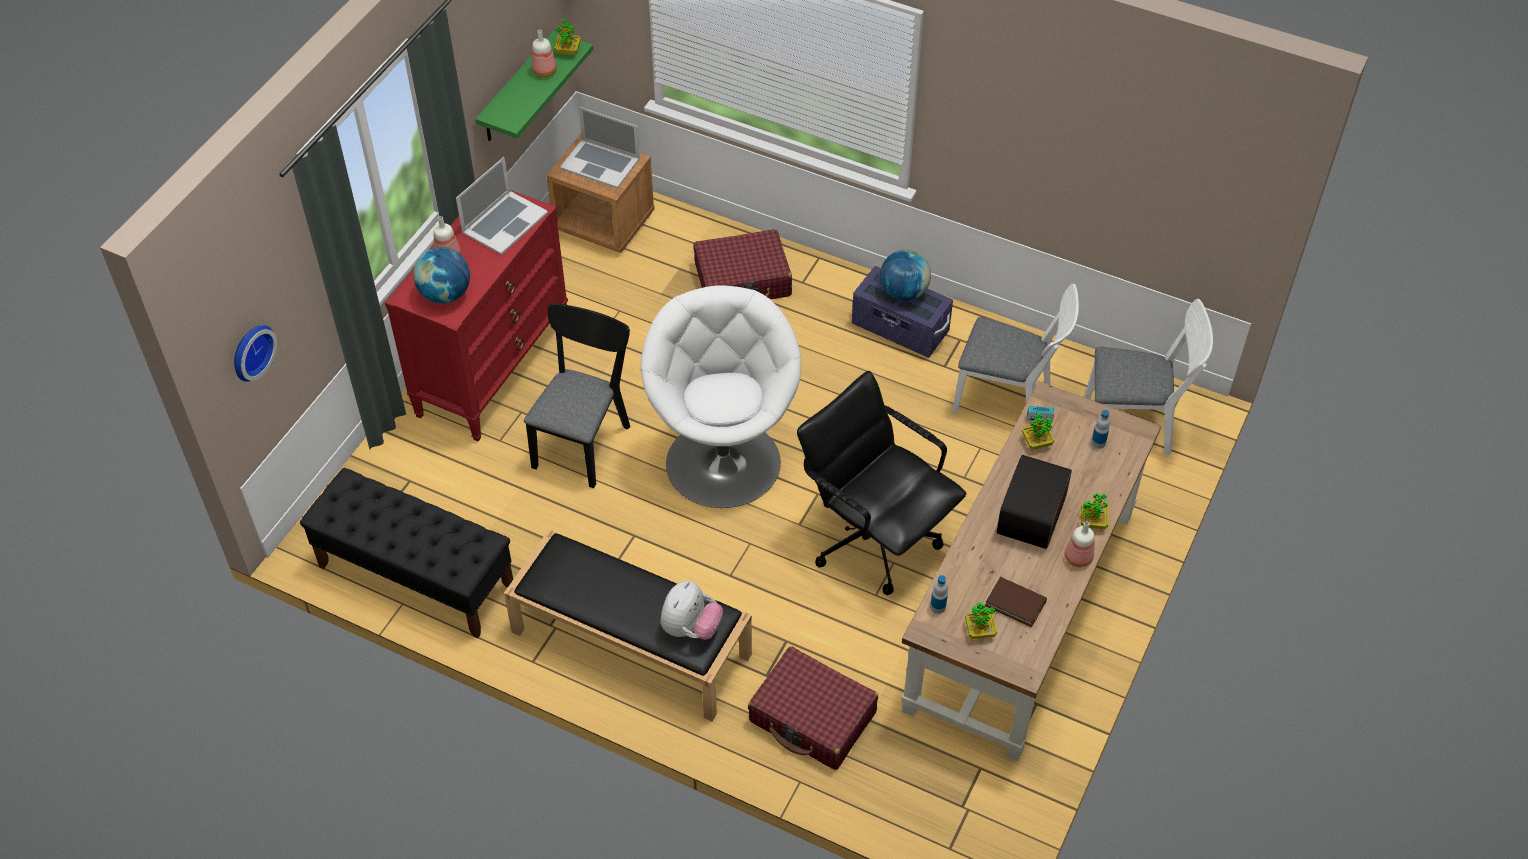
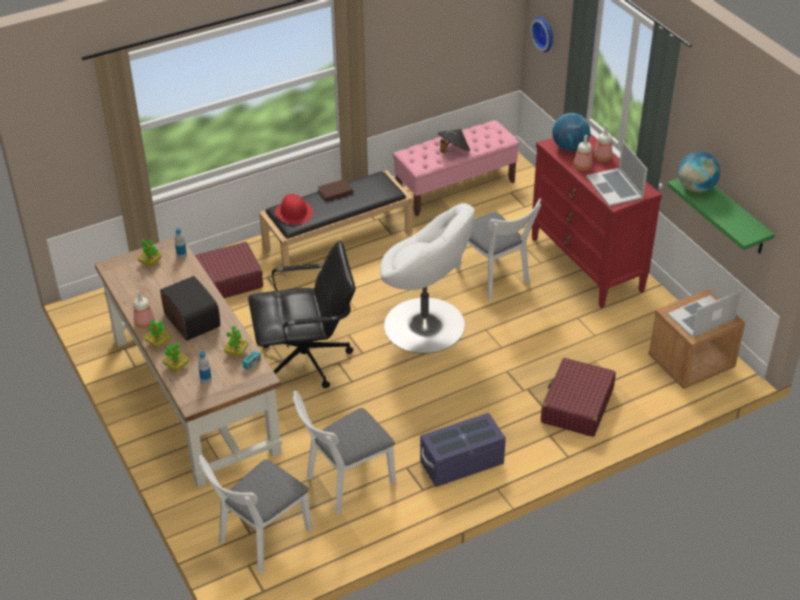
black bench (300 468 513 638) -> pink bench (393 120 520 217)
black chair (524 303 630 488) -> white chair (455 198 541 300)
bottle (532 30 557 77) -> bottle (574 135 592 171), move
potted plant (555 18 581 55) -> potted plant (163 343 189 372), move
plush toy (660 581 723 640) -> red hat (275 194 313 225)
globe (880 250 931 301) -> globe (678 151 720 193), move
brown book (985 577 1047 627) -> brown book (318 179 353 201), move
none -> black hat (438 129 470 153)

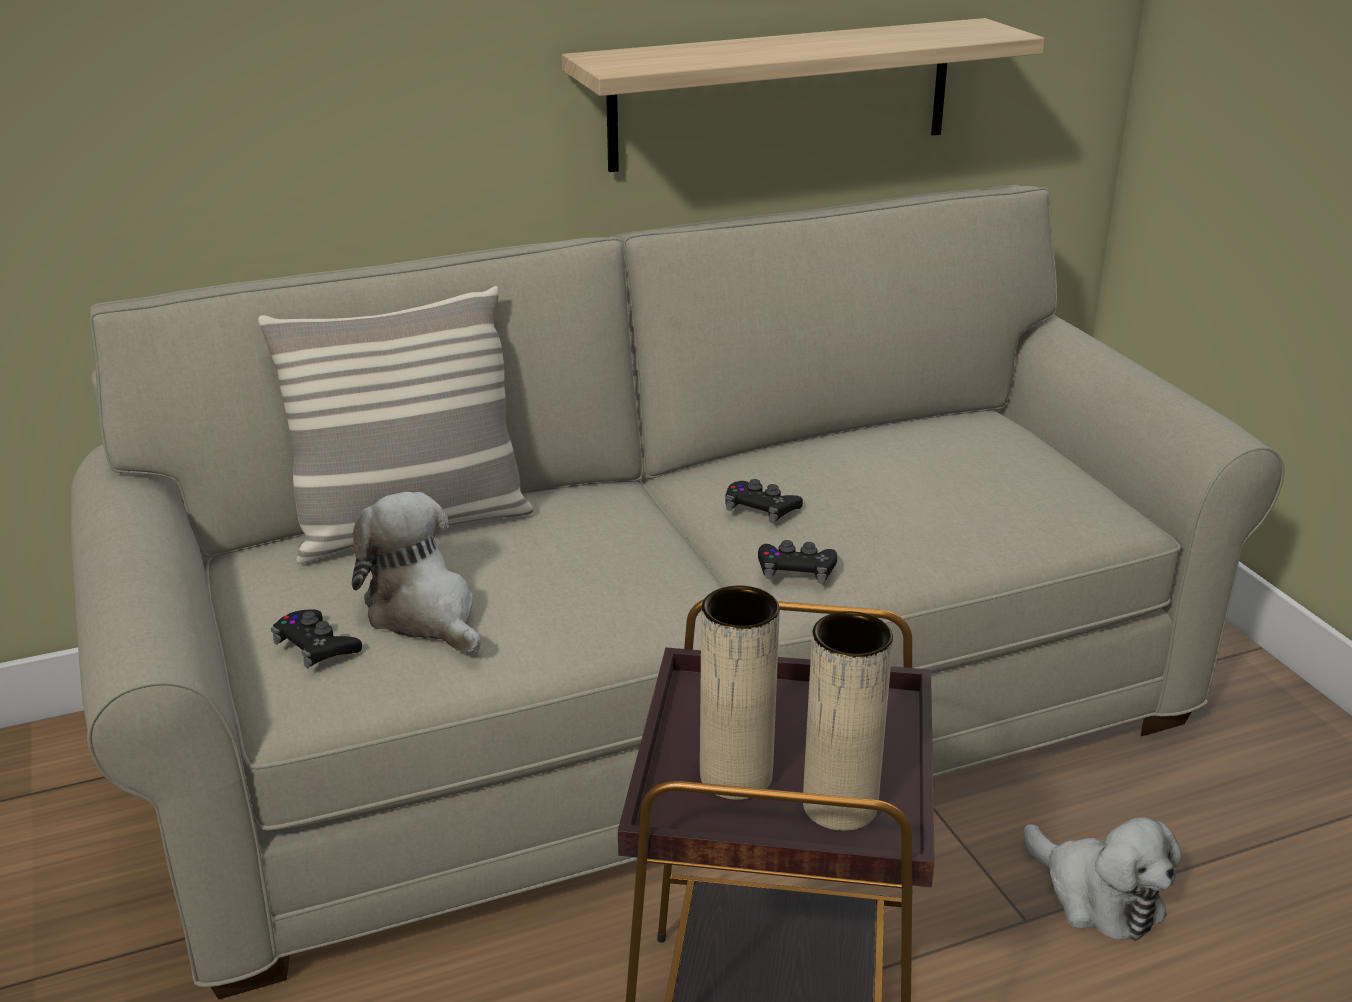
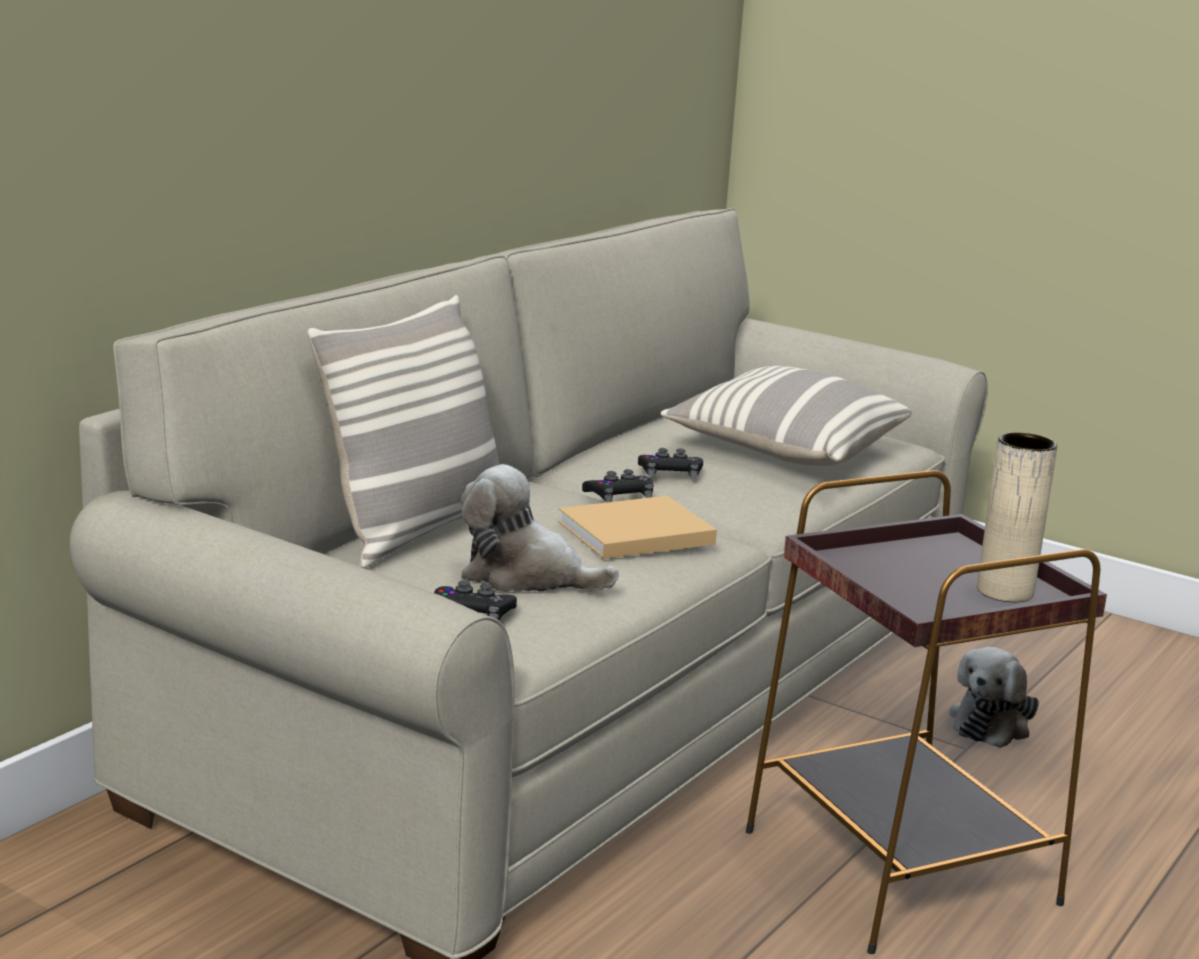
shelf (562 18 1045 172) -> none
beige vase (700 586 780 800) -> none
black game controller (758 540 837 584) -> black game controller (582 469 653 502), move
plush toy (1024 817 1182 941) -> plush toy (949 647 1039 748), 105 degrees clockwise
none -> beige book (558 496 717 559)
none -> pillow (661 366 912 466)

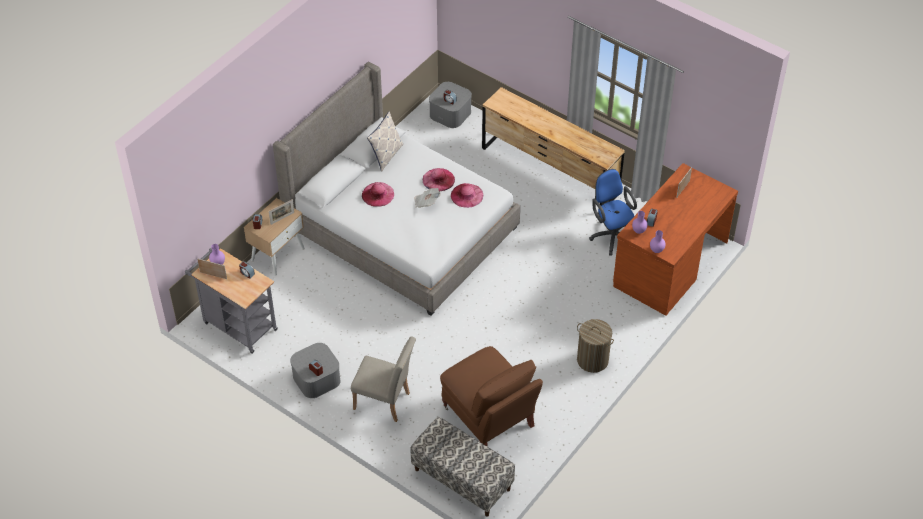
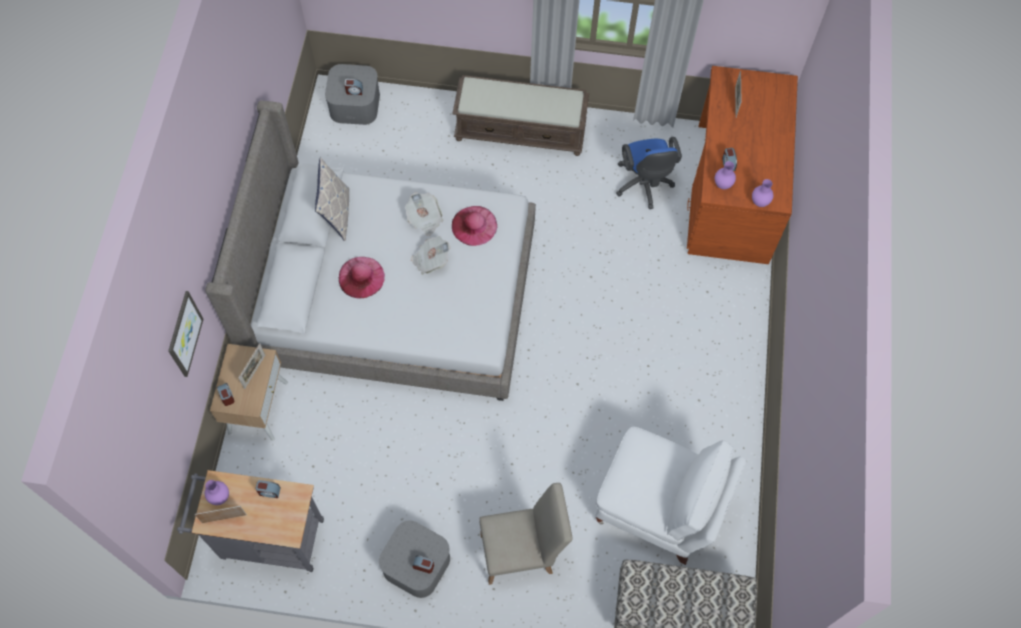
pink hat (423 168 455 191) -> newspaper (405 192 444 236)
brown armchair (440 346 543 447) -> white armchair (595 427 746 565)
brown dresser (482 87 625 205) -> brown bench (452 75 589 156)
laundry basket (577 319 614 373) -> none
blue office chair (589 169 637 256) -> blue office chair (616 137 682 209), 135 degrees counterclockwise
none -> picture (168 291 203 377)

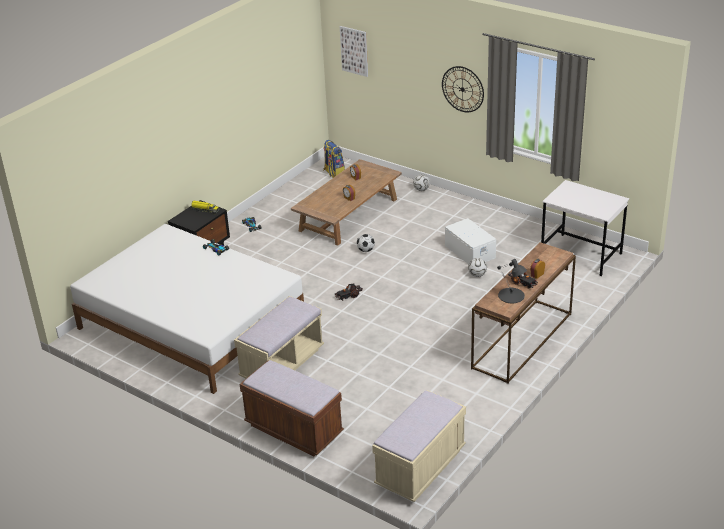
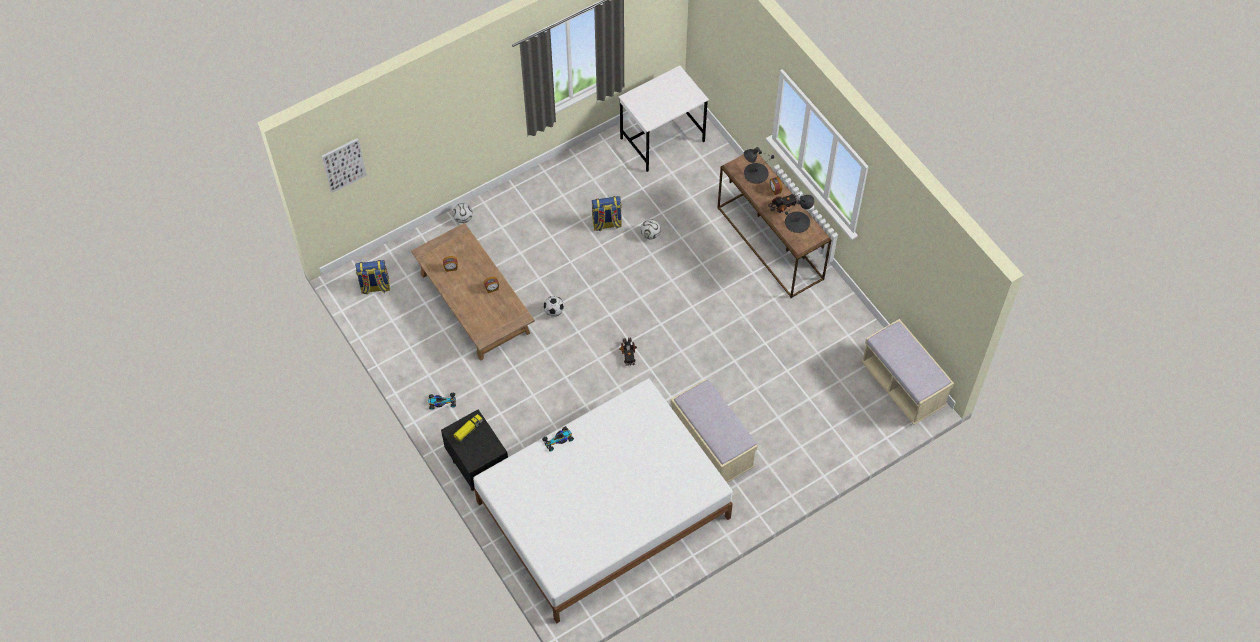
brown bench (240 360 344 456) -> none
wall clock (442 66 484 112) -> none
white storage box (445 218 496 264) -> backpack (592 196 622 232)
none -> black table lamp (744 147 774 184)

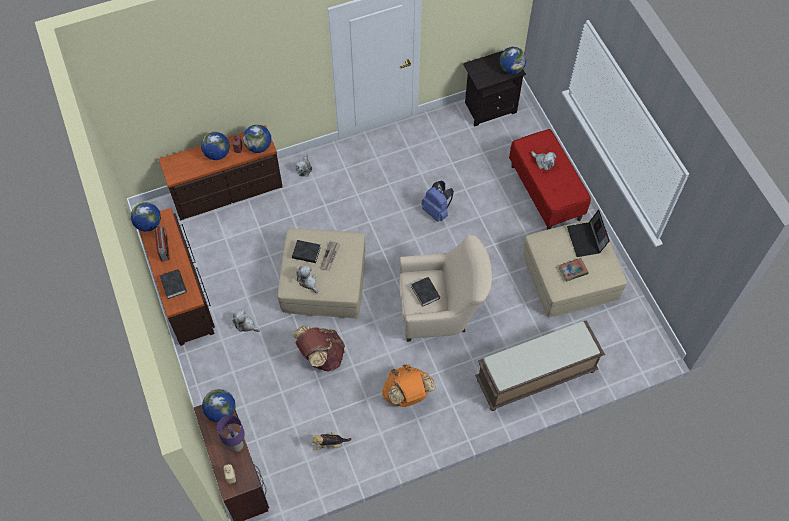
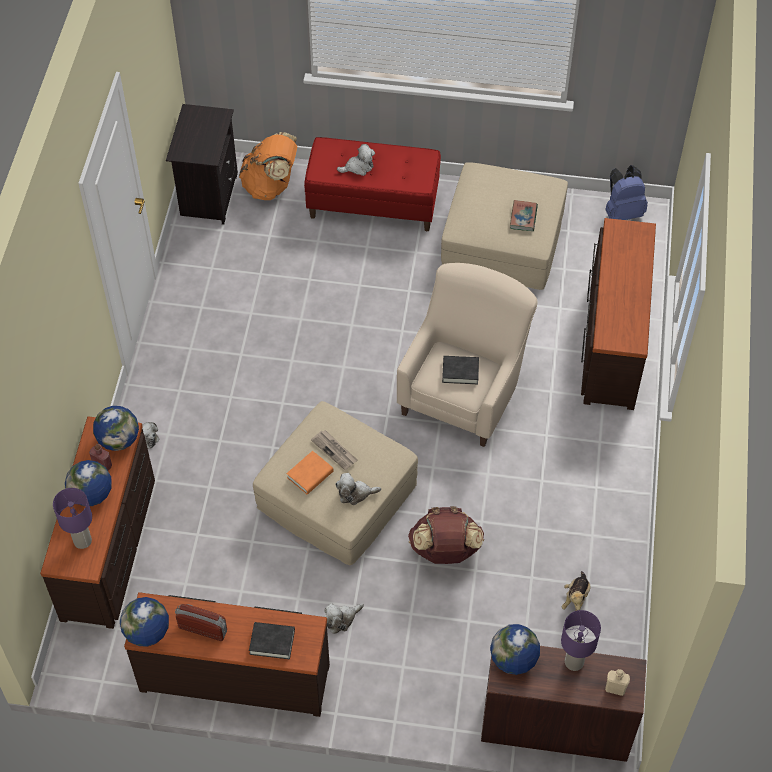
black book (292 240 321 263) -> orange book (286 451 334 495)
orange backpack (382 364 435 407) -> orange backpack (239 132 297 200), move
blue backpack (421 181 454 222) -> blue backpack (605 165 648 220), move
brown bench (475 320 605 411) -> brown dresser (581 218 656 410)
globe (500 47 527 74) -> none
laptop (567 210 610 257) -> none
none -> purple table lamp (53 488 92 549)

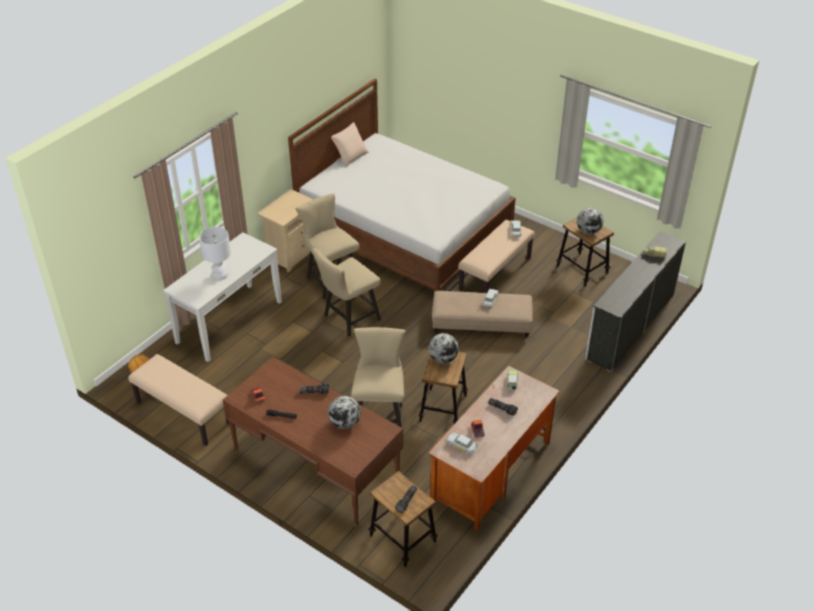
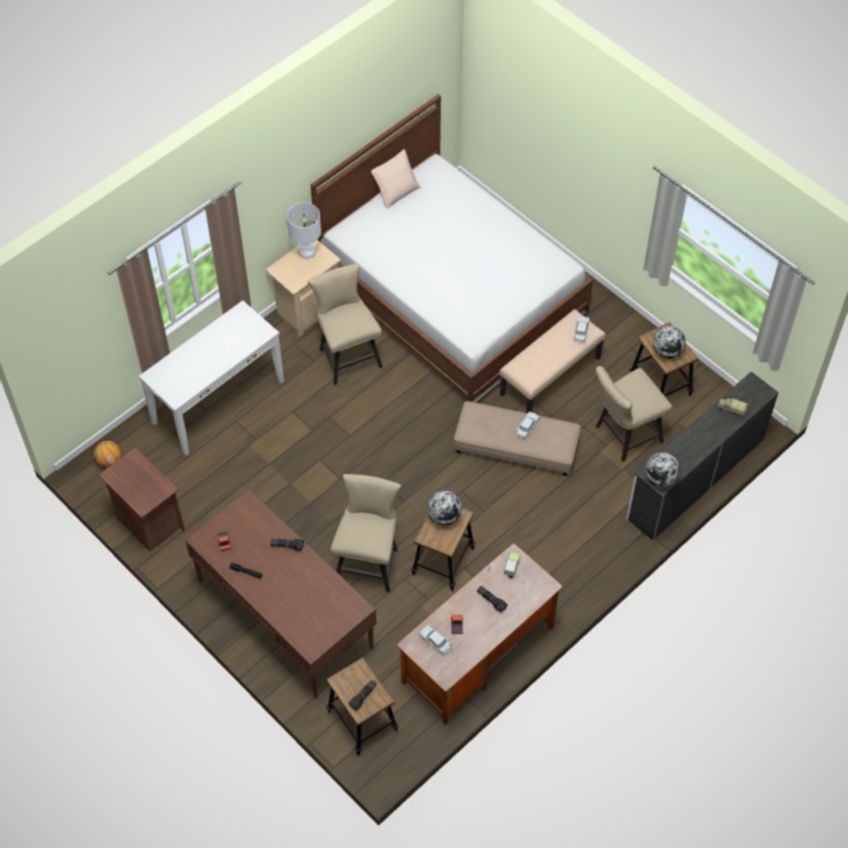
beige bench (128 354 229 446) -> brown nightstand (99 448 185 552)
white table lamp (199 227 231 280) -> white table lamp (287 202 321 259), move
beige chair (312 248 381 336) -> beige chair (596 366 672 461), move
globe (328 396 361 429) -> globe (645 452 681 487), move

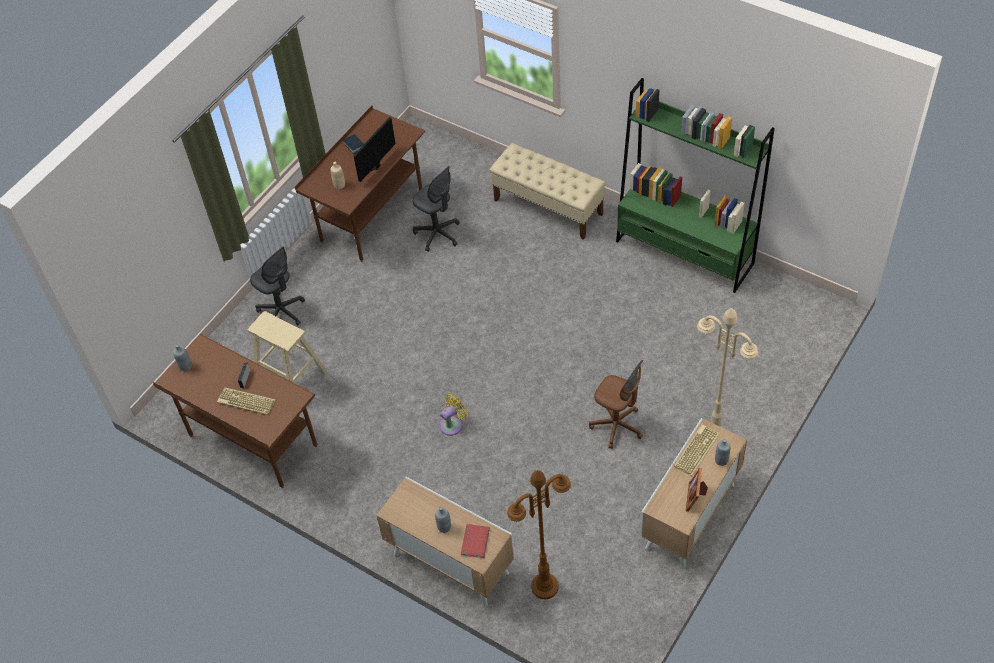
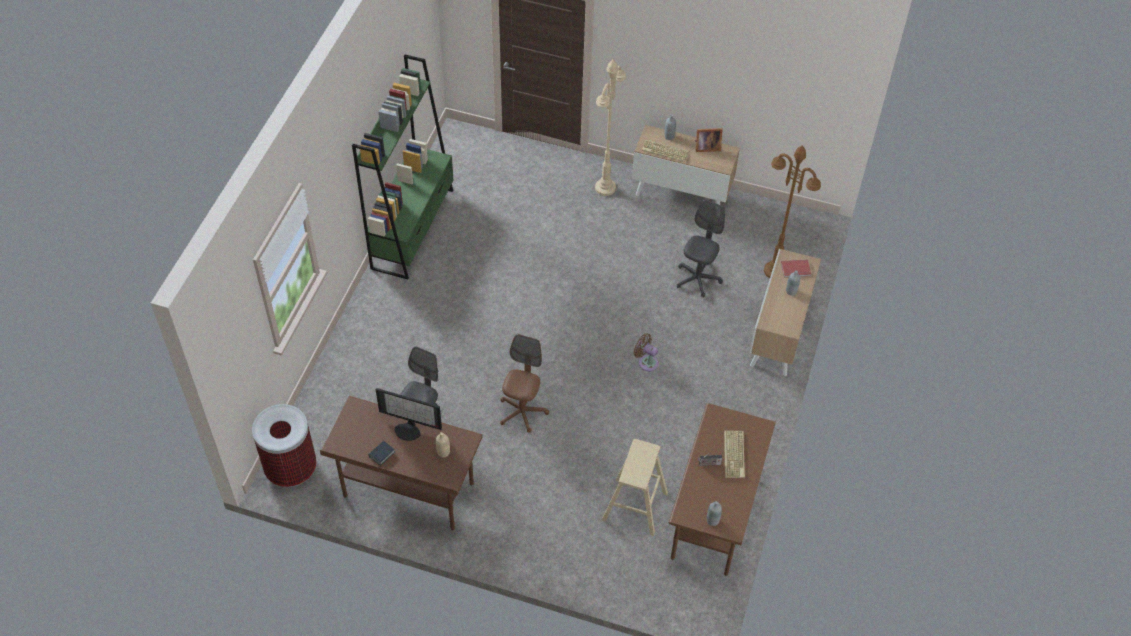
grey office chair (250 247 305 326) -> grey office chair (677 200 725 298), move
yellow fan (440 394 467 436) -> brown fan (634 333 659 372)
beige bench (489 143 606 240) -> none
brown office chair (589 360 643 449) -> brown office chair (500 334 549 433), move
none -> trash can (252 404 316 487)

